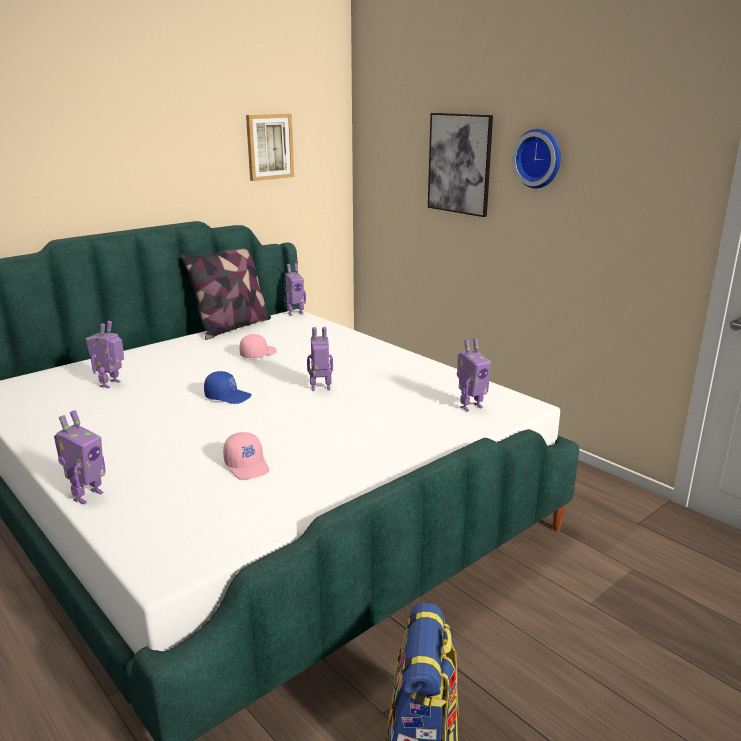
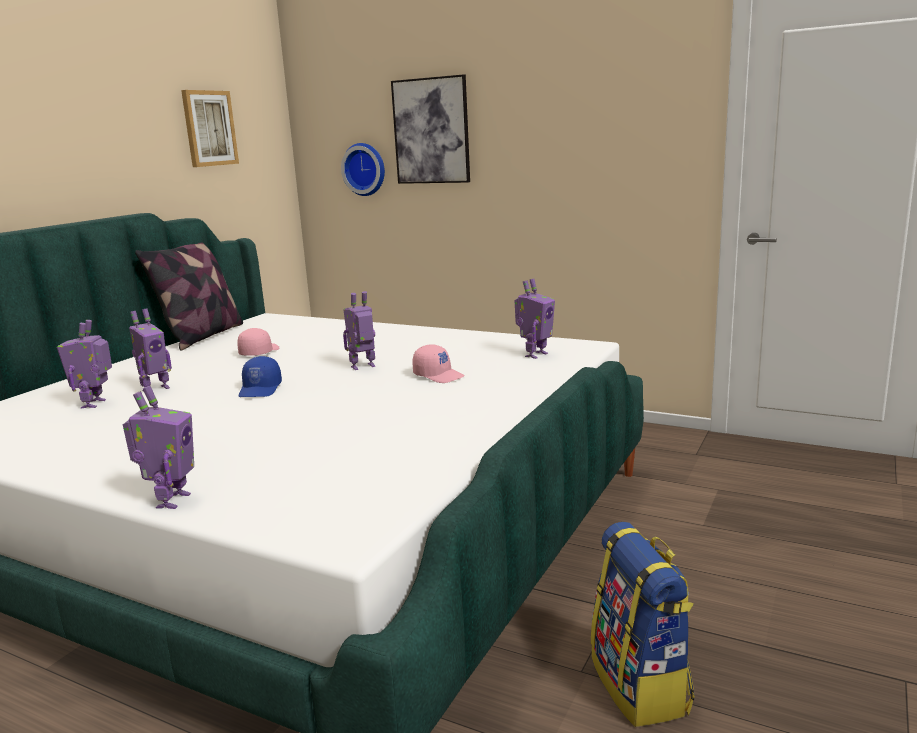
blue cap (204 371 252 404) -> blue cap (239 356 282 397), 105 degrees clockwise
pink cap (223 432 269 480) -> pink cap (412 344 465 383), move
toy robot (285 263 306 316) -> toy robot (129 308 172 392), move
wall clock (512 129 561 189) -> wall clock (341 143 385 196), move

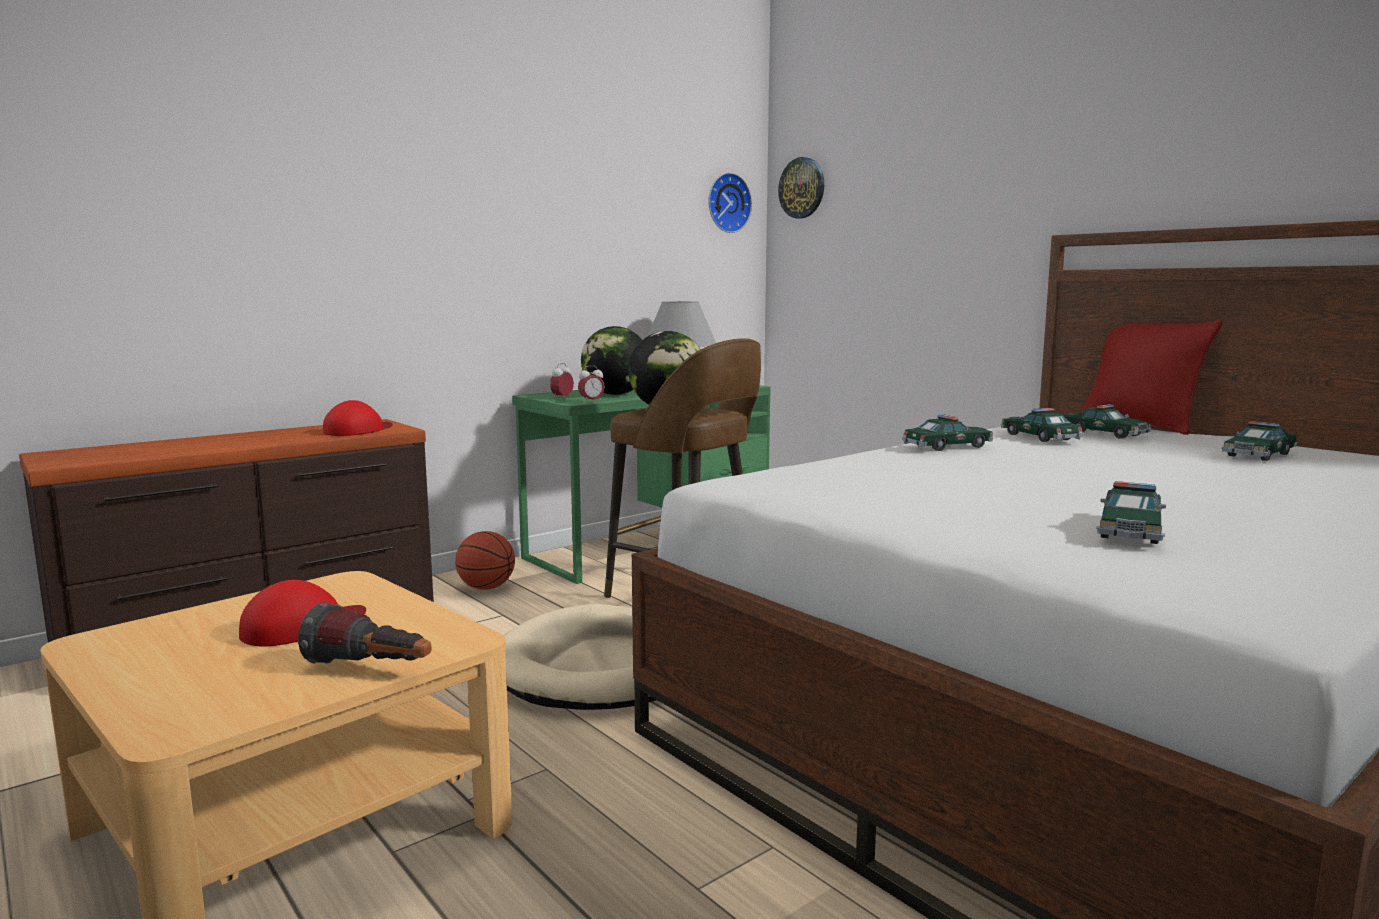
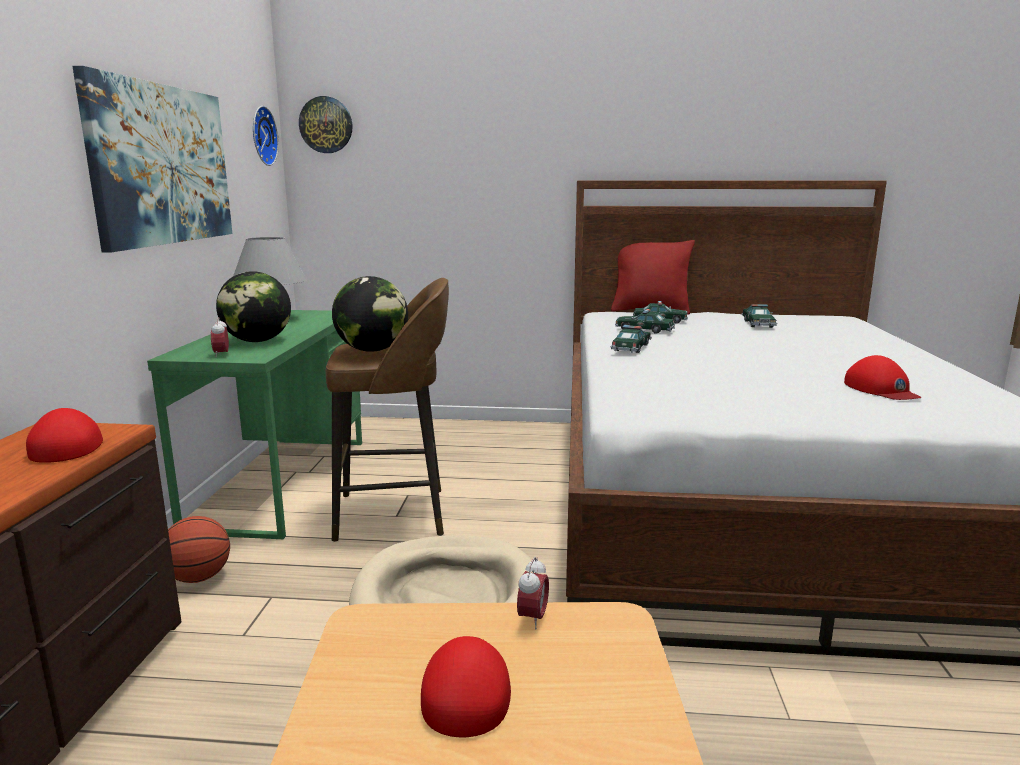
flashlight (298 602 432 663) -> none
alarm clock (578 366 605 403) -> alarm clock (517 557 549 629), move
toy car (1096 481 1166 544) -> red cap (844 355 921 400)
none -> picture (72 66 233 252)

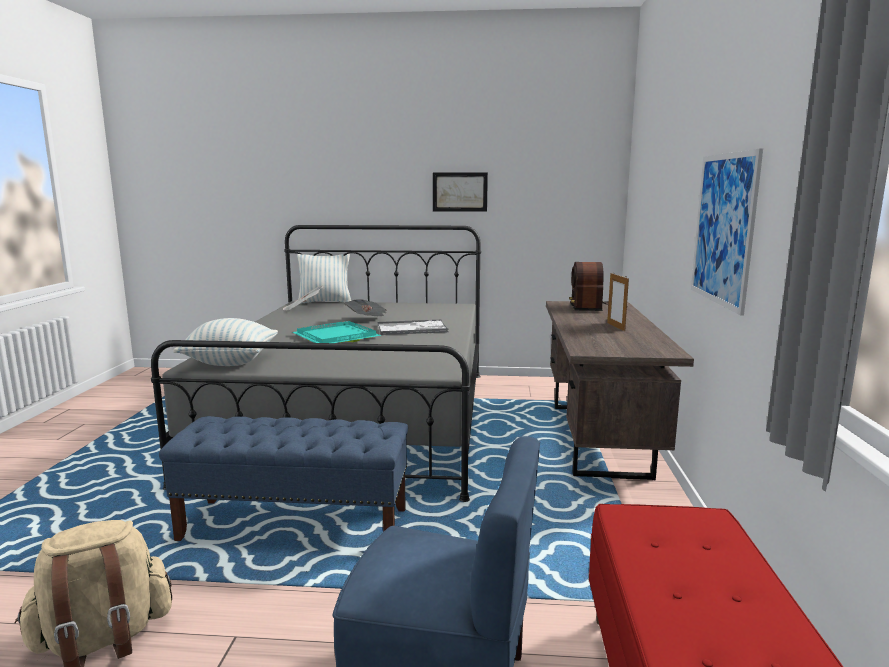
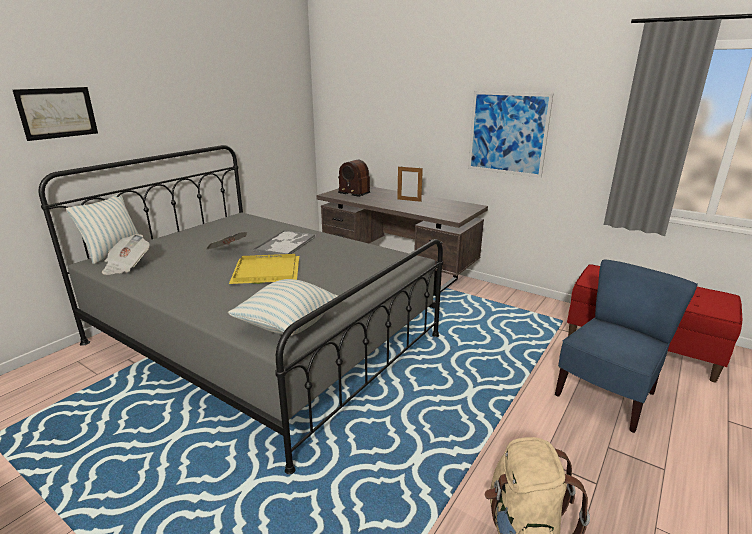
blue bench (159 416 408 541) -> none
turquoise tray (292 321 382 343) -> yellow tray (229 254 299 284)
picture (433 172 488 212) -> picture (13 87 98 141), move

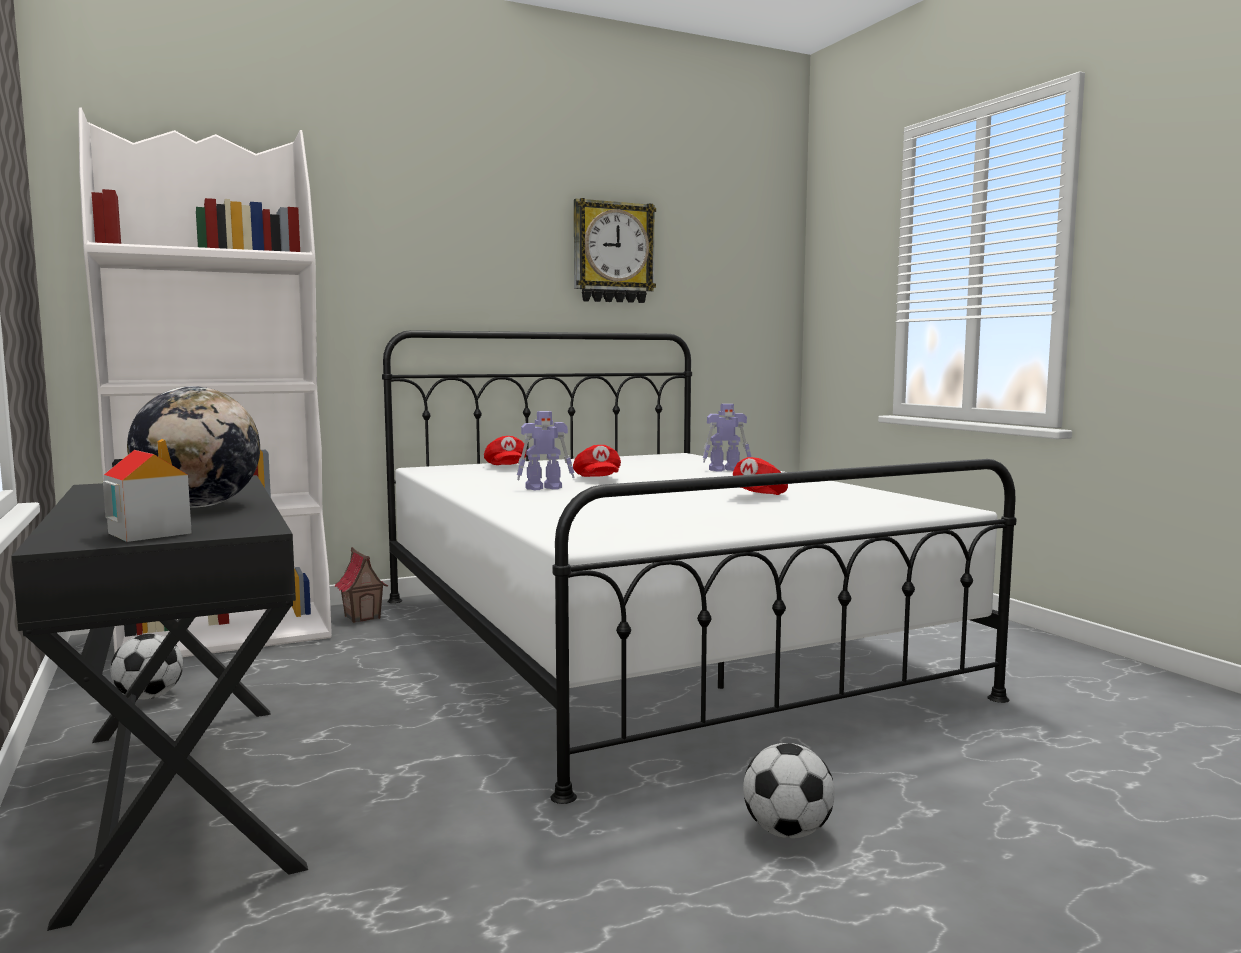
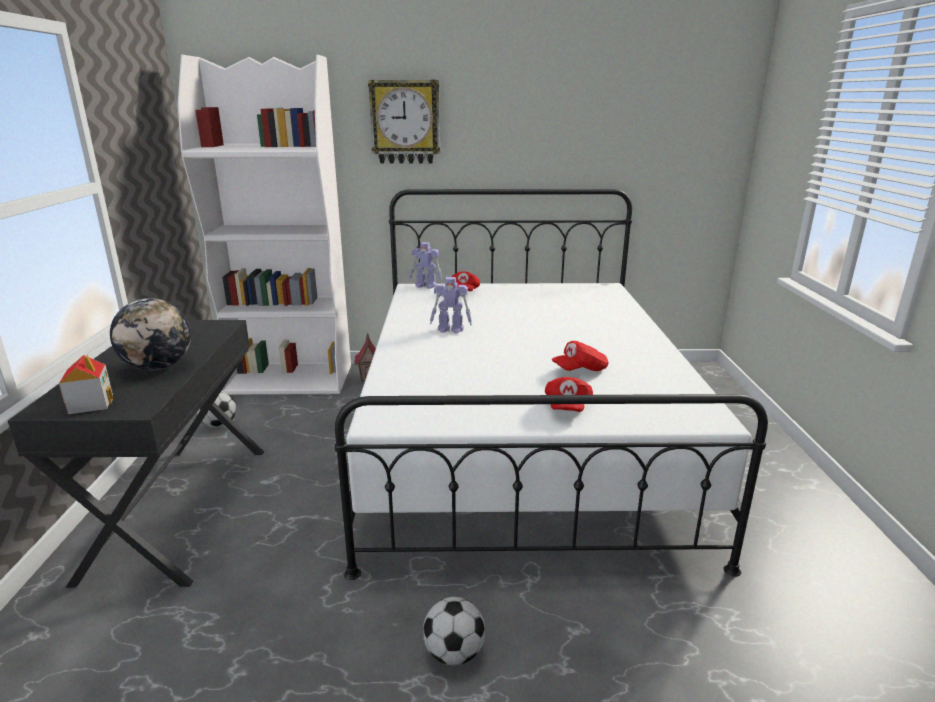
red cap (573 445 621 477) -> red cap (545 377 593 412), move
wall clock (574 198 656 303) -> wall clock (368 80 440 164), move
toy robot (703 404 751 472) -> toy robot (409 242 442 289), move

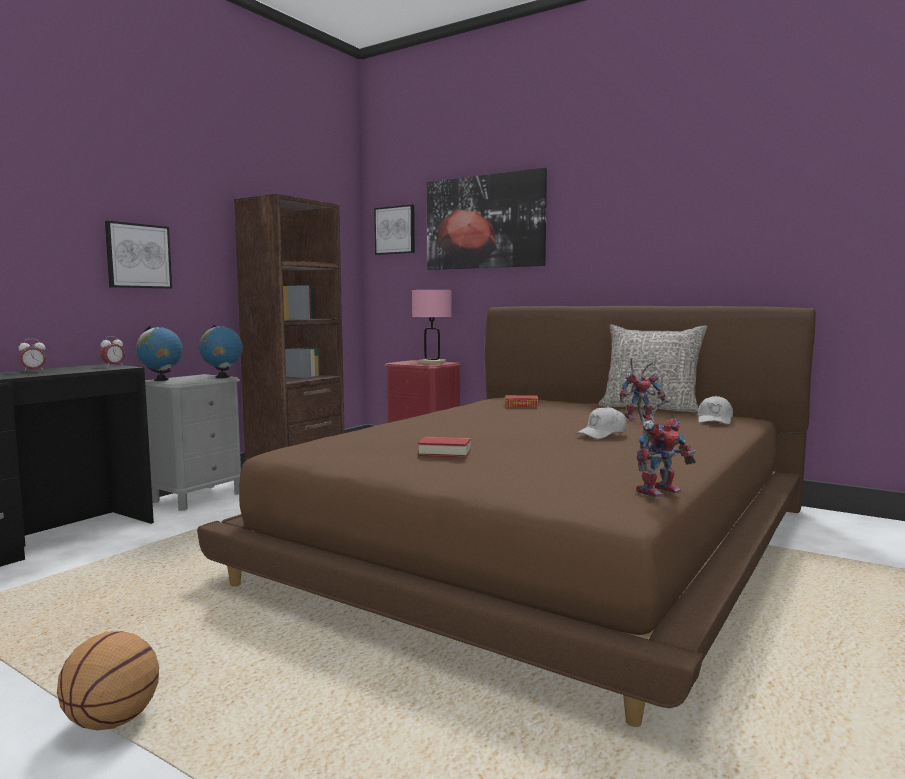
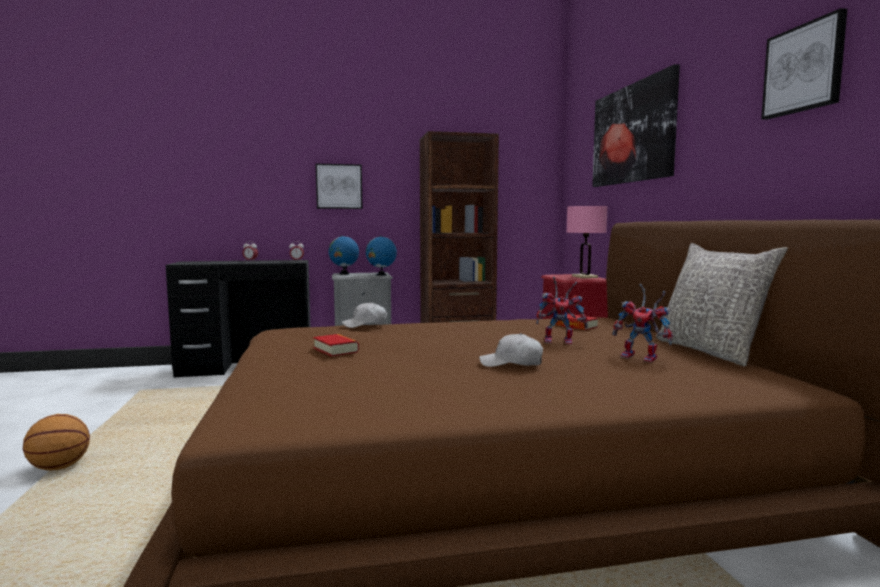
picture (374 204 415 255) -> picture (761 8 847 120), move
toy robot (636 394 696 498) -> toy robot (536 277 588 344), move
white cap (698 395 733 425) -> white cap (341 302 387 328), move

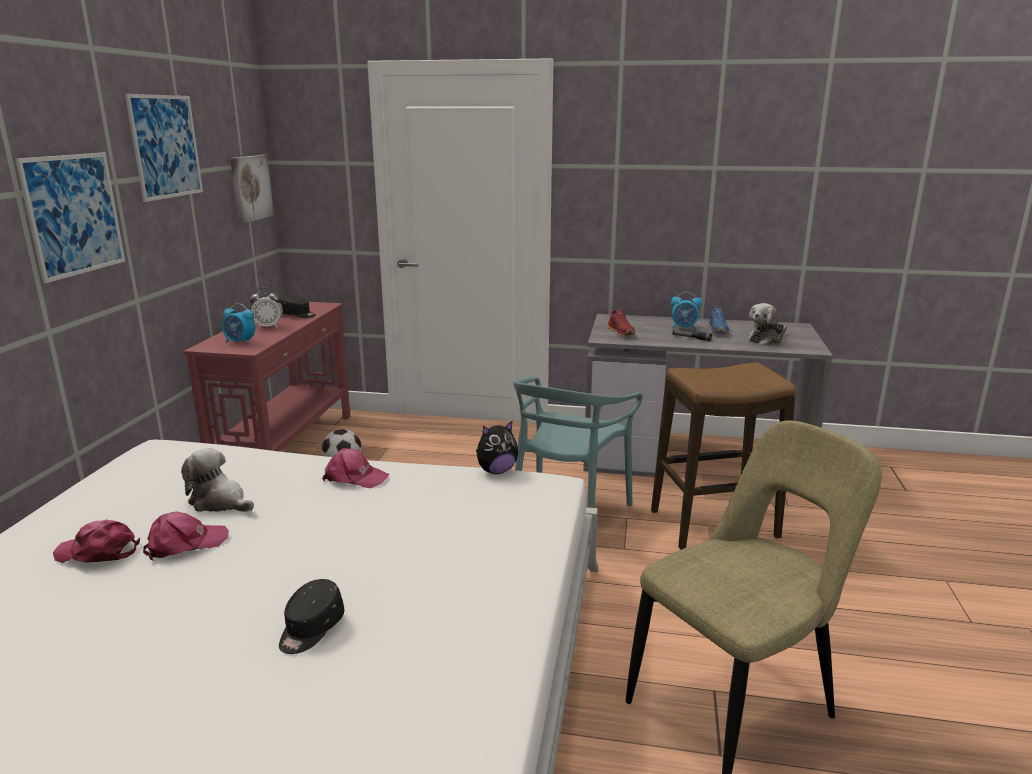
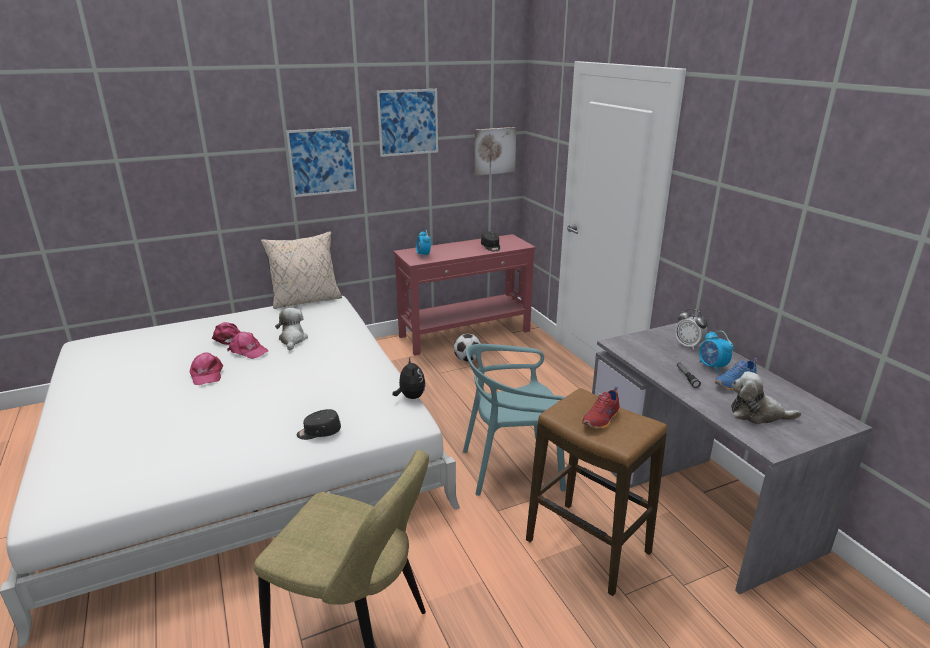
alarm clock (250 287 283 329) -> alarm clock (675 309 708 350), move
black cap (279 579 344 654) -> black cap (296 409 341 440), move
pink cap (322 448 389 488) -> pink cap (190 353 223 385), move
plush toy (476 421 518 474) -> plush toy (392 358 425 399), 135 degrees counterclockwise
red shoe (607 307 635 336) -> red shoe (582 386 620 429), move
none -> beige pillow (261 231 342 309)

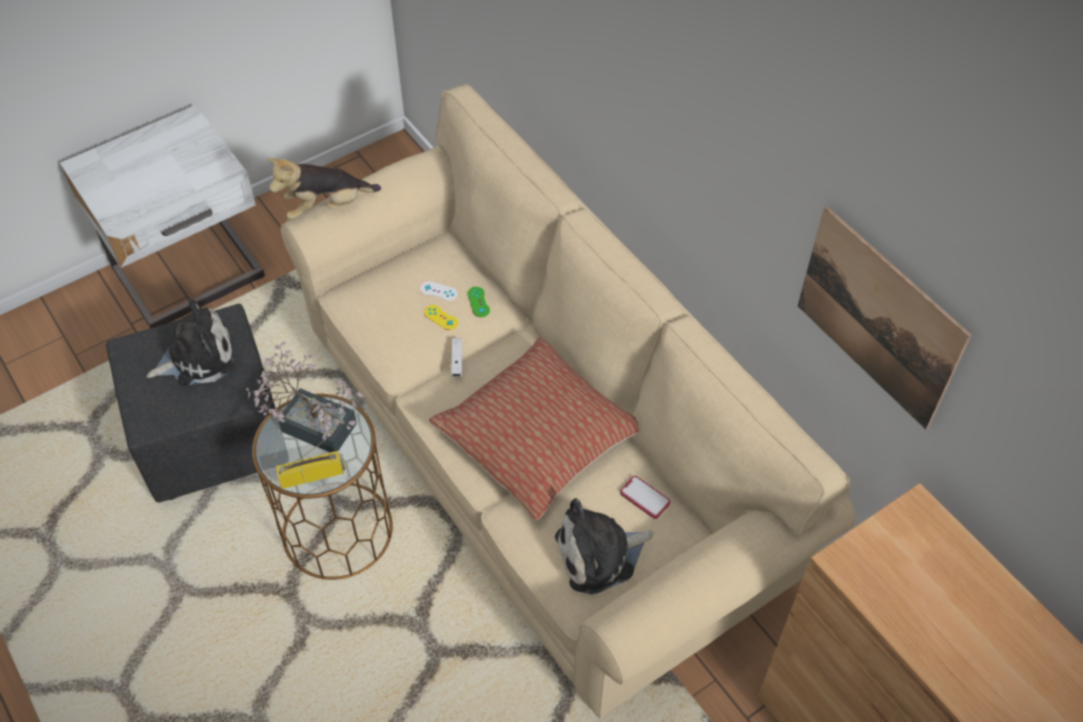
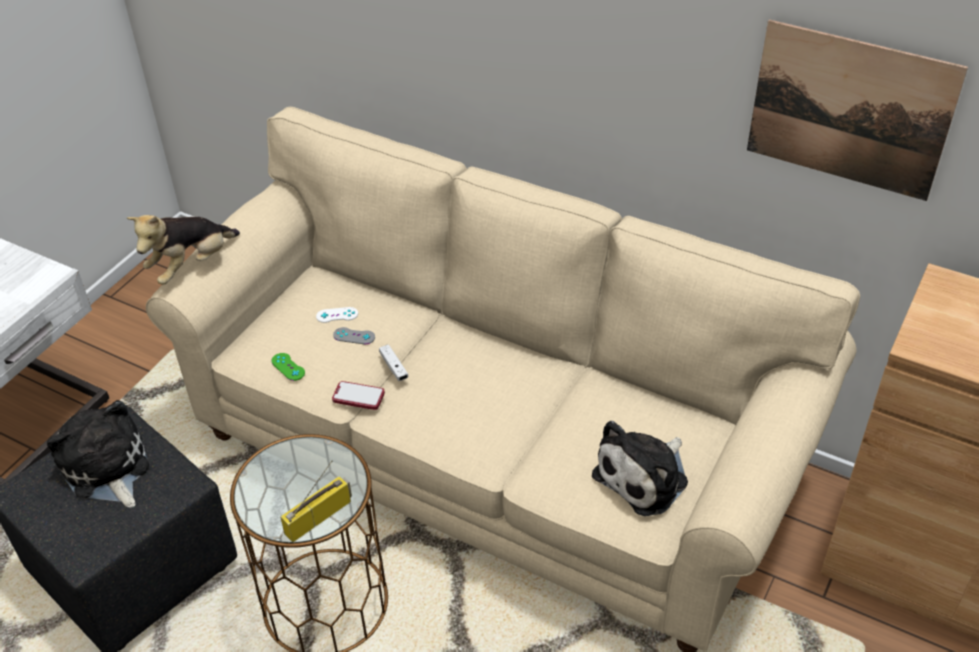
plush toy (147 299 236 386) -> plush toy (47 400 149 508), 75 degrees counterclockwise
potted plant (246 342 365 453) -> none
yellow game controller (424 305 458 330) -> grey game controller (333 327 375 344)
pillow (429 337 639 520) -> none
green game controller (467 287 490 317) -> green game controller (271 353 305 381), move
phone (620 476 670 519) -> phone (332 381 385 410), move

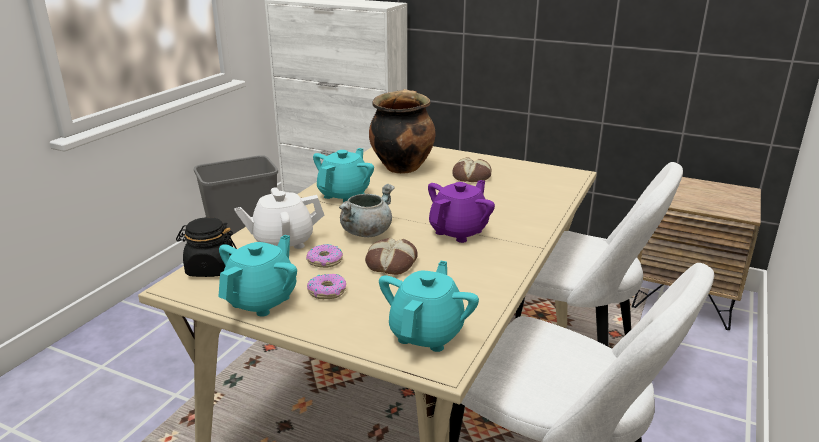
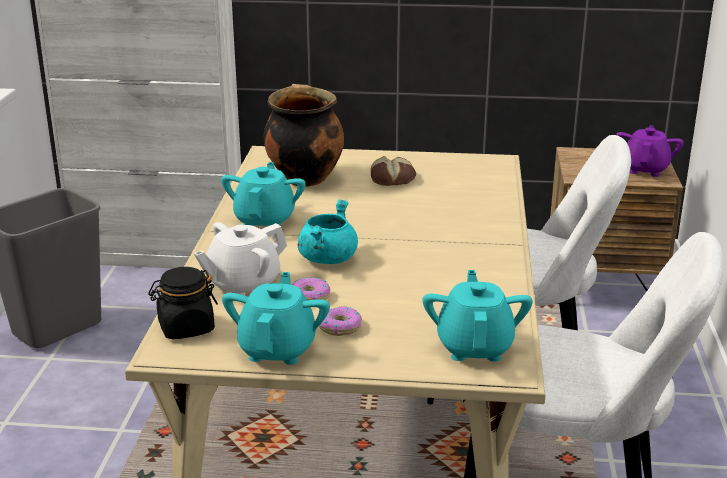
grey cooking pot (339 184 395 237) -> turquoise cooking pot (298 199 358 264)
bread (365 238 418 275) -> none
purple teapot (428 180 495 243) -> purple teapot (616 125 684 177), move

